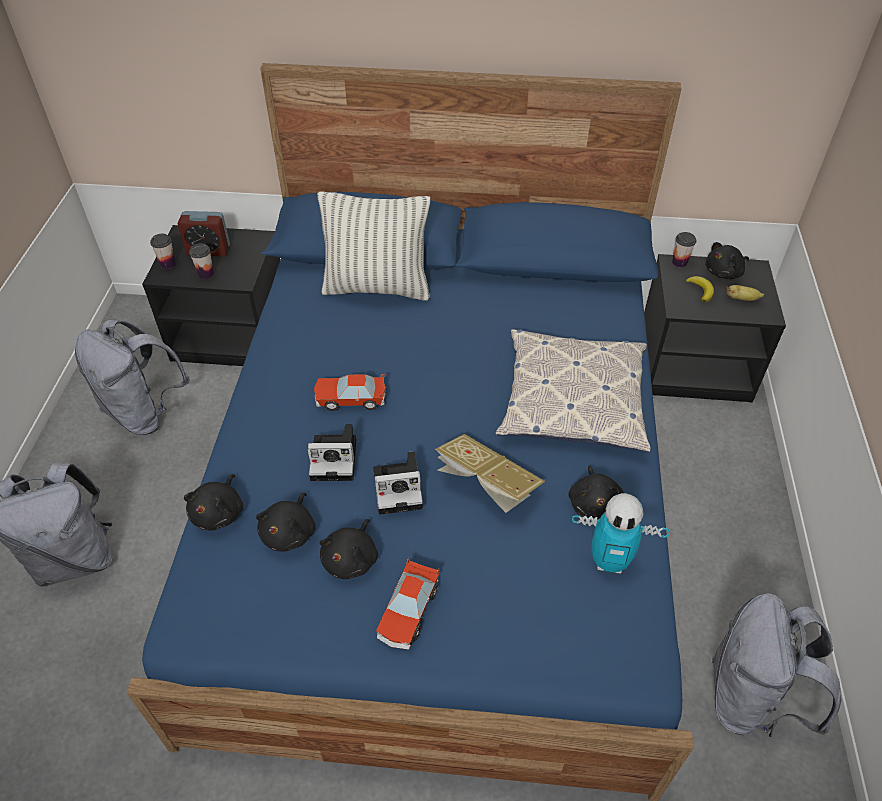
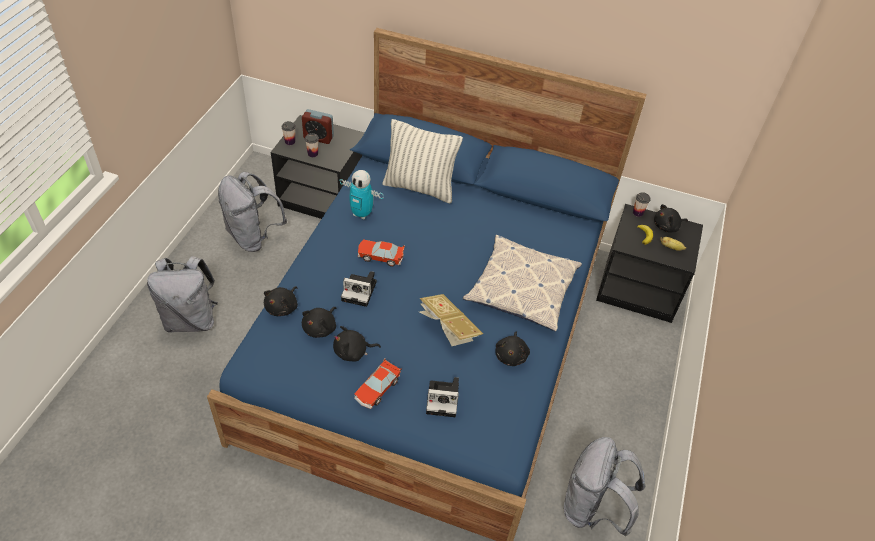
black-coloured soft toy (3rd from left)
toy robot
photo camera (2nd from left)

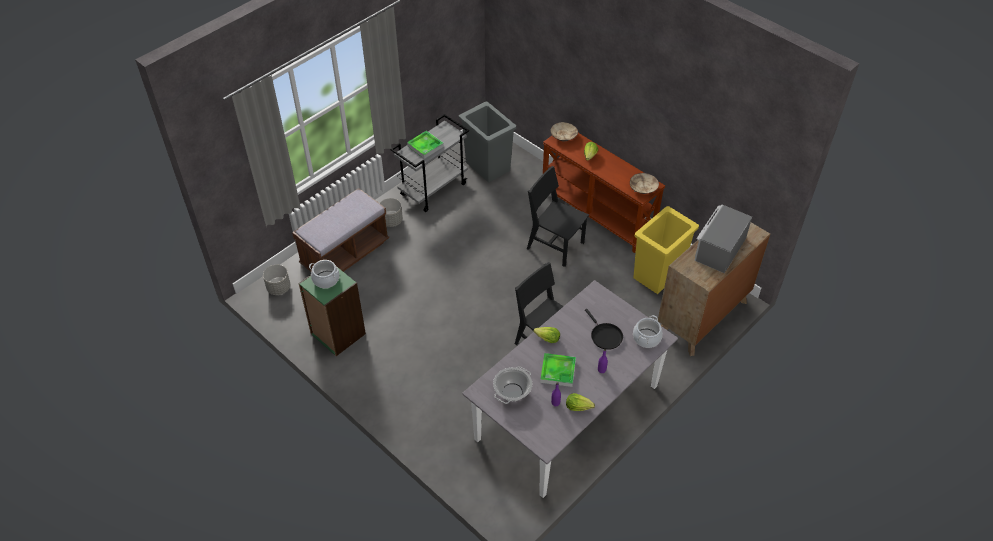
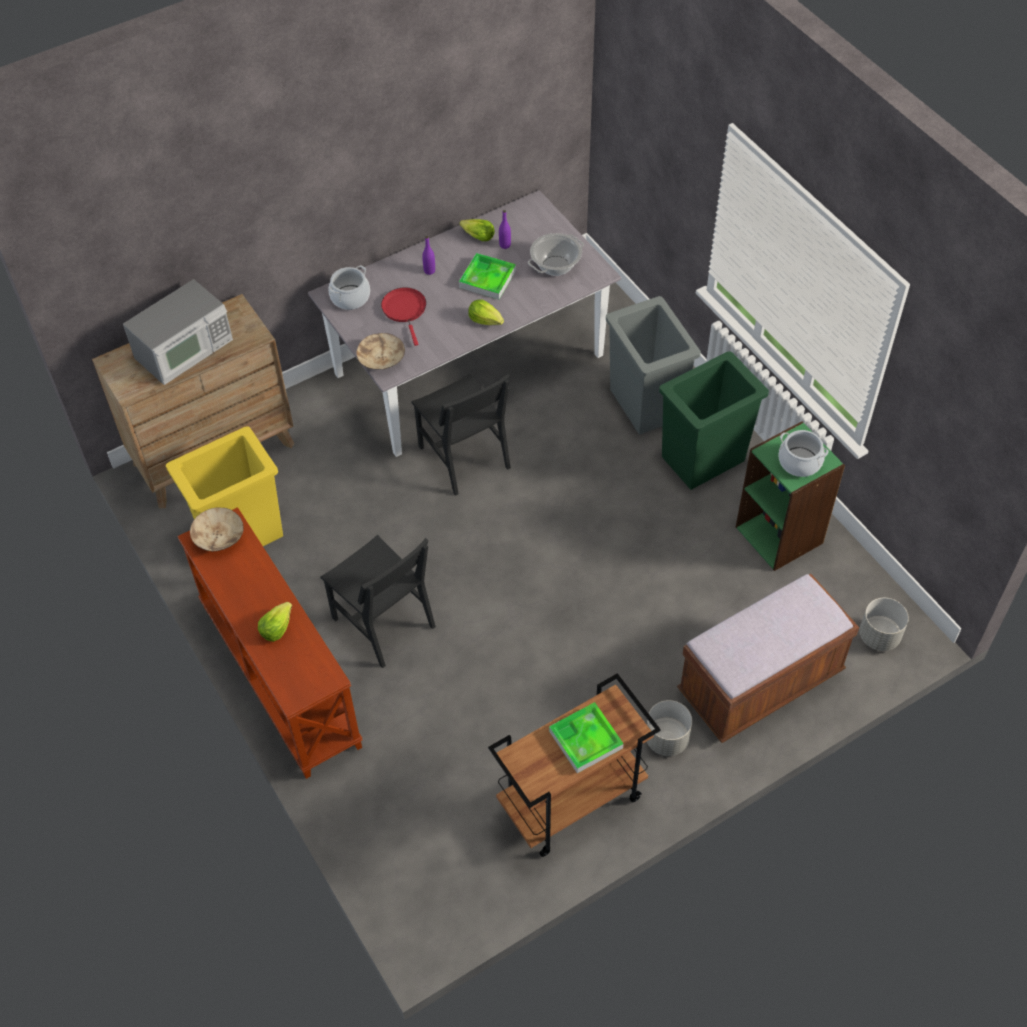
sand-coloured serving bowl (2nd from left)
red pan
brown wheeled cart
grey rubbish bin
green-coloured rubbish bin

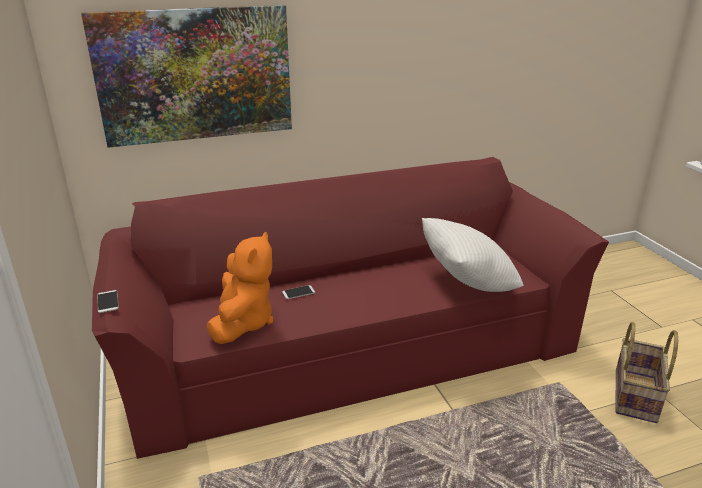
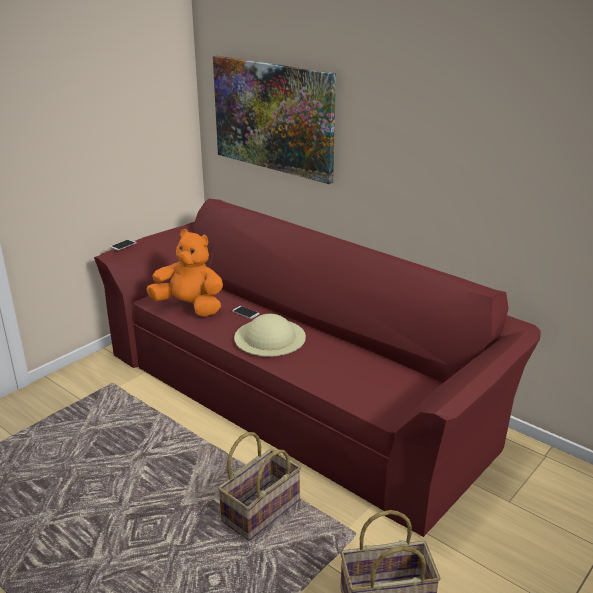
orange-coloured soft toy
basket (1st from left)
sand-coloured clothing hat
whitish cushion

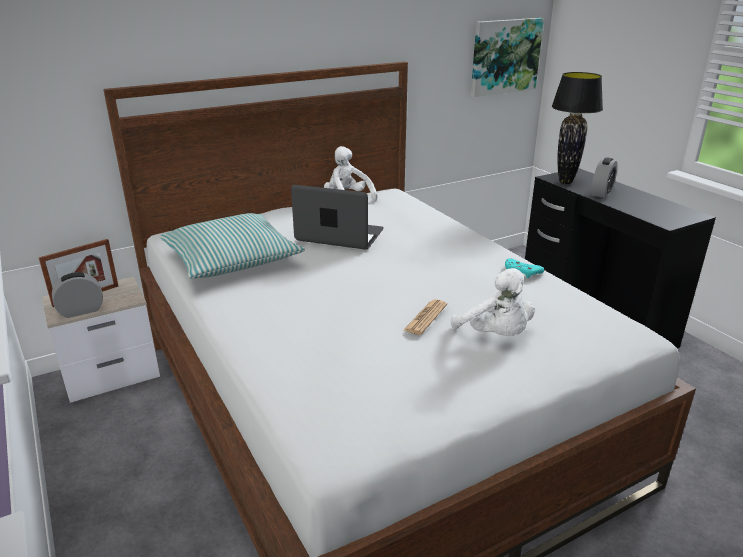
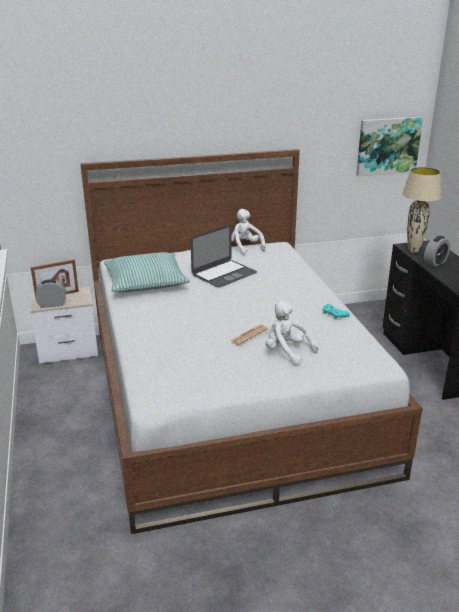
notebook computer
whitish soft toy (2nd from left)
sand-coloured lamp for a table

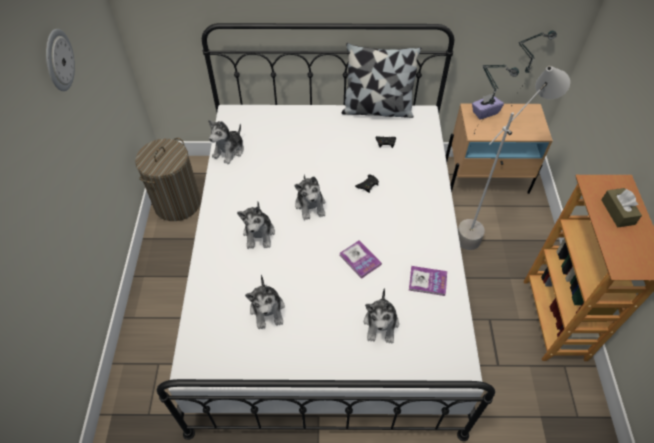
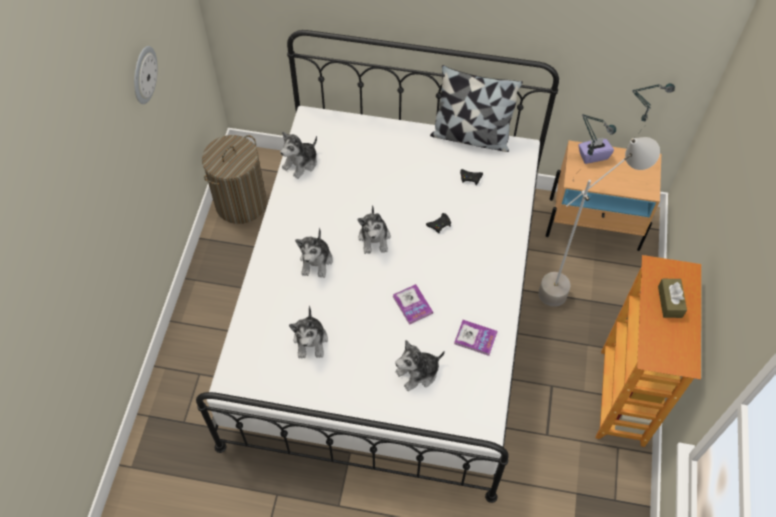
soft toy (5th from left)

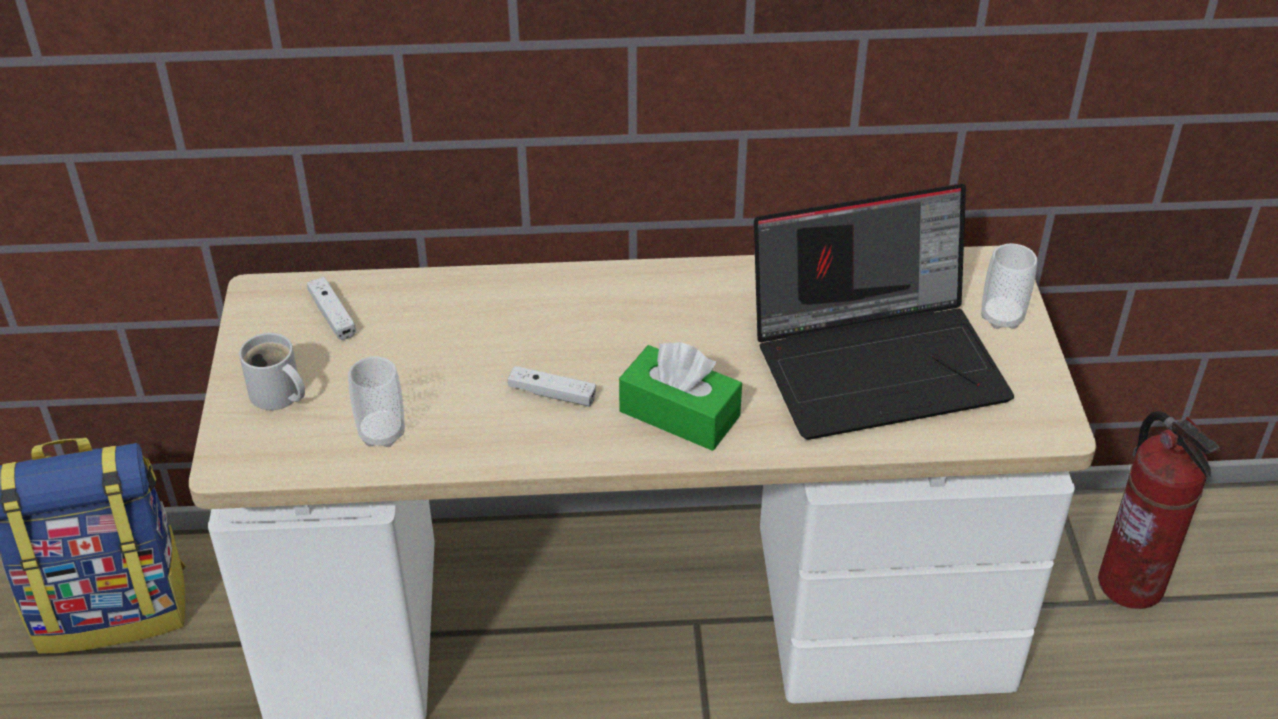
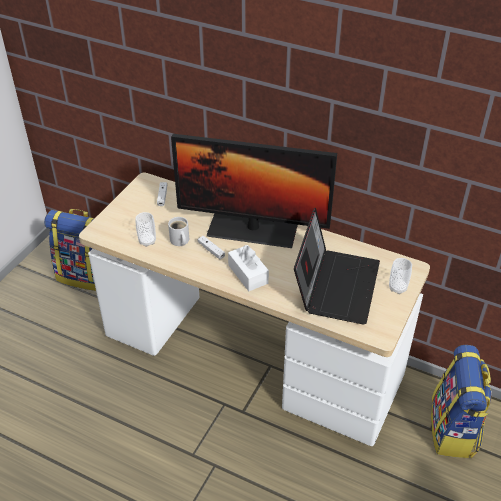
whitish mug
computer screen
whitish tissue holder
notebook computer
knapsack (2nd from left)

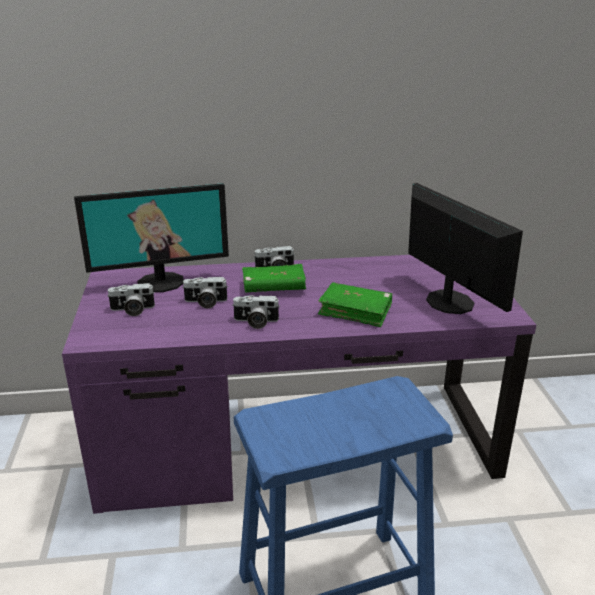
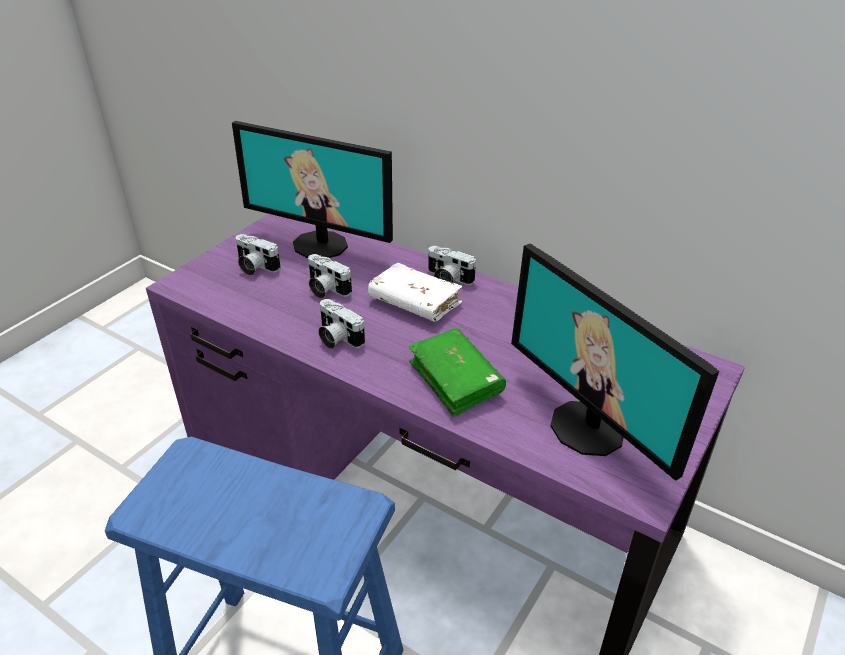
whitish volume
computer screen (2nd from left)

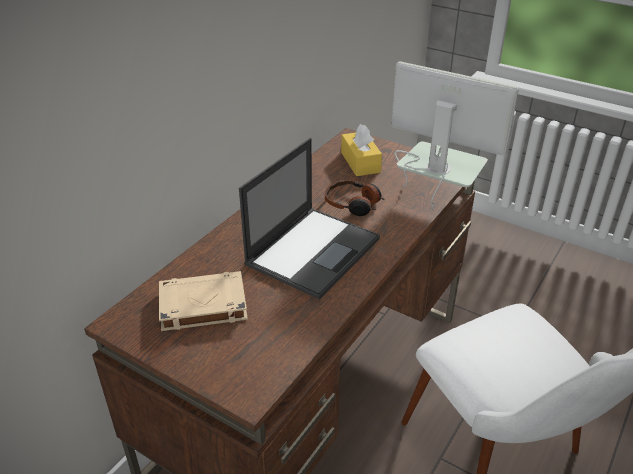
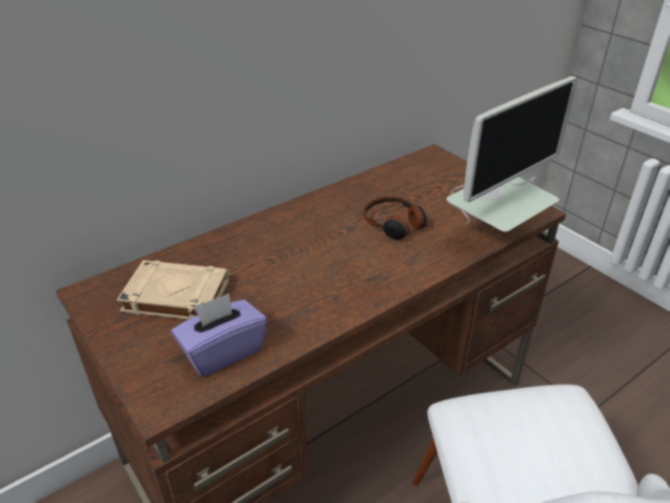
purple-coloured tissue holder
computer screen
notebook computer
yellow-coloured tissue holder

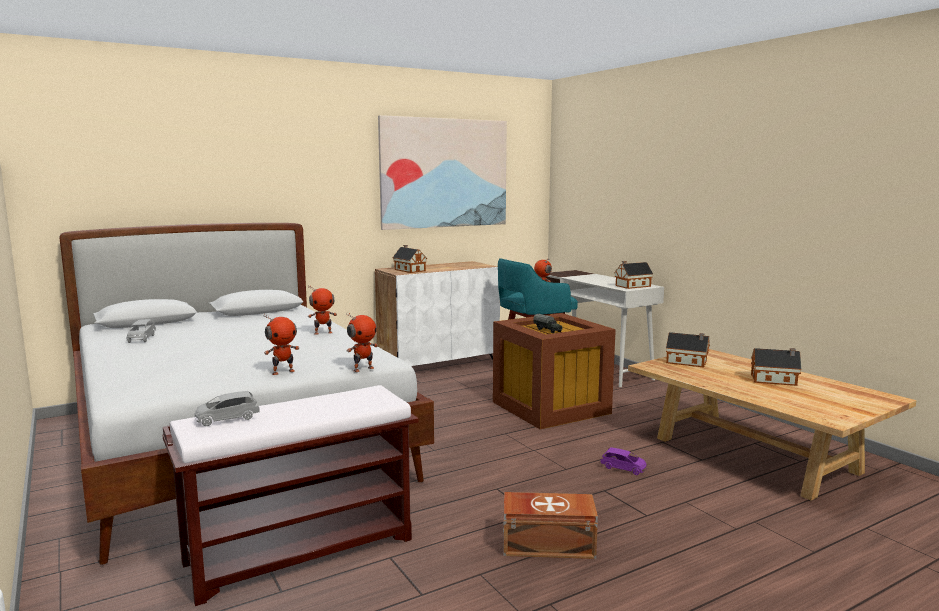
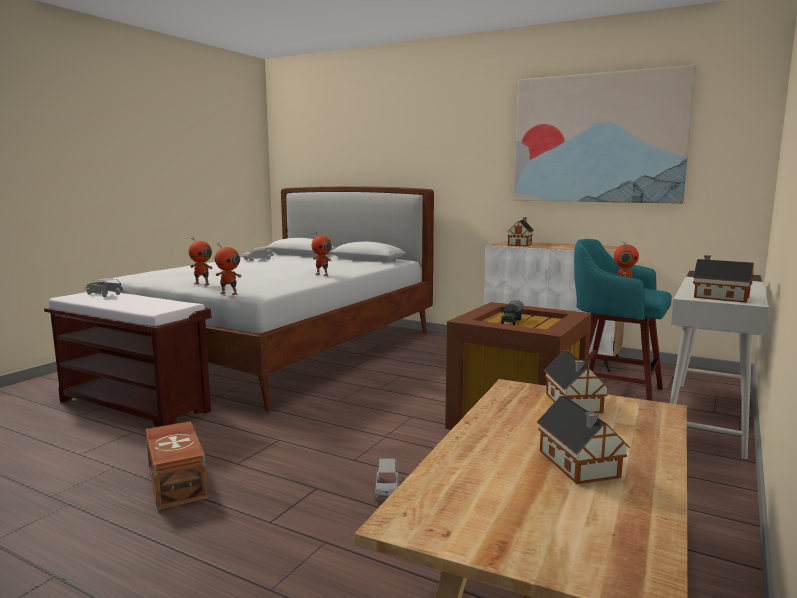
grey model car (3rd from left)

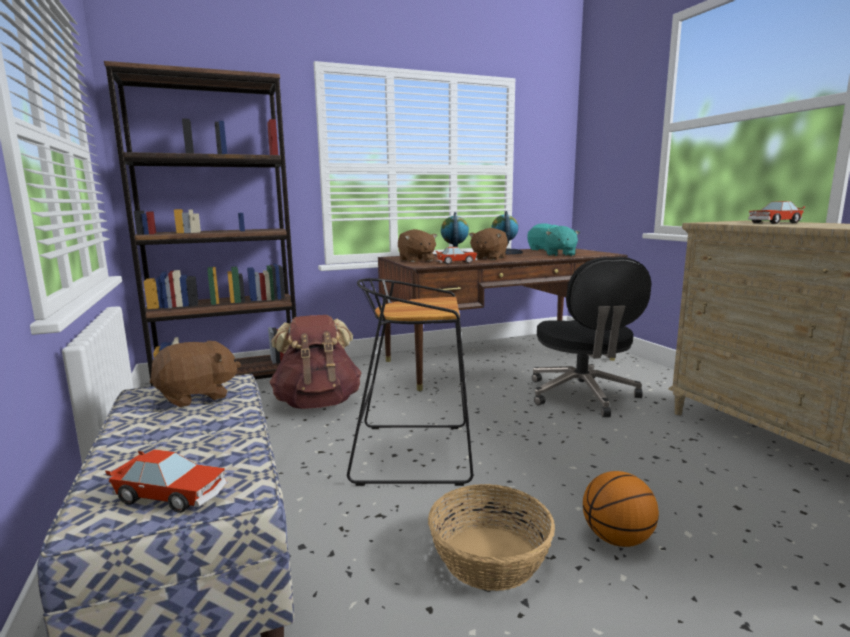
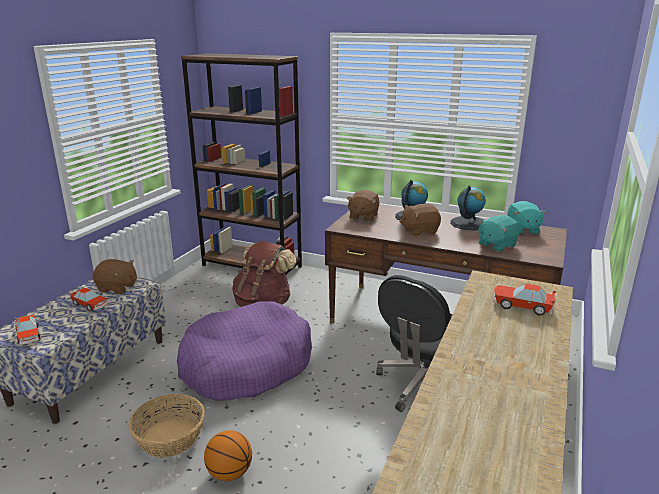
model car (2nd from left)
purple-coloured dog cushion

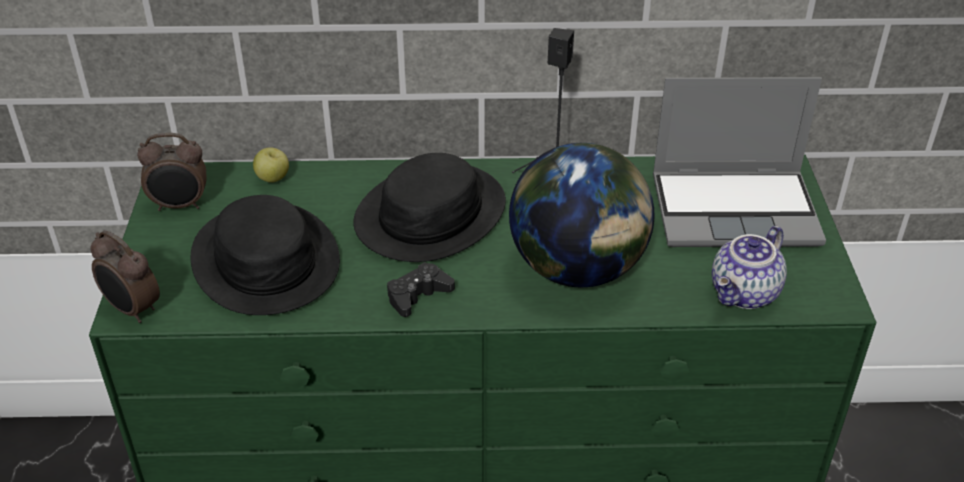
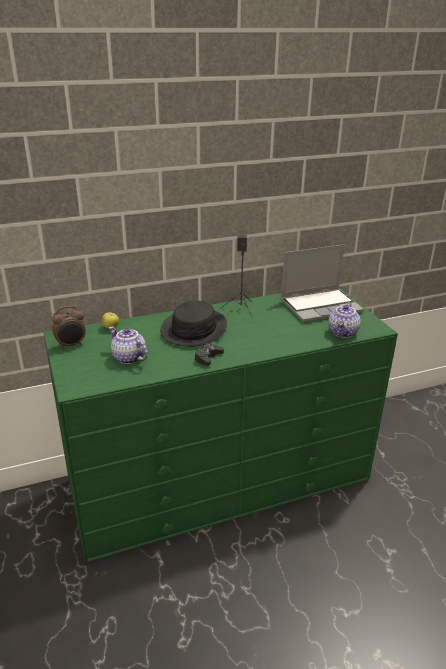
tea pot (1st from left)
table clock (1st from left in the first image)
desk globe

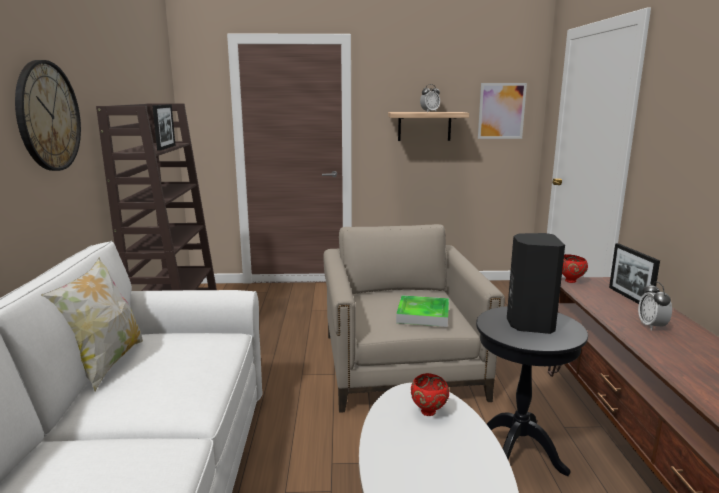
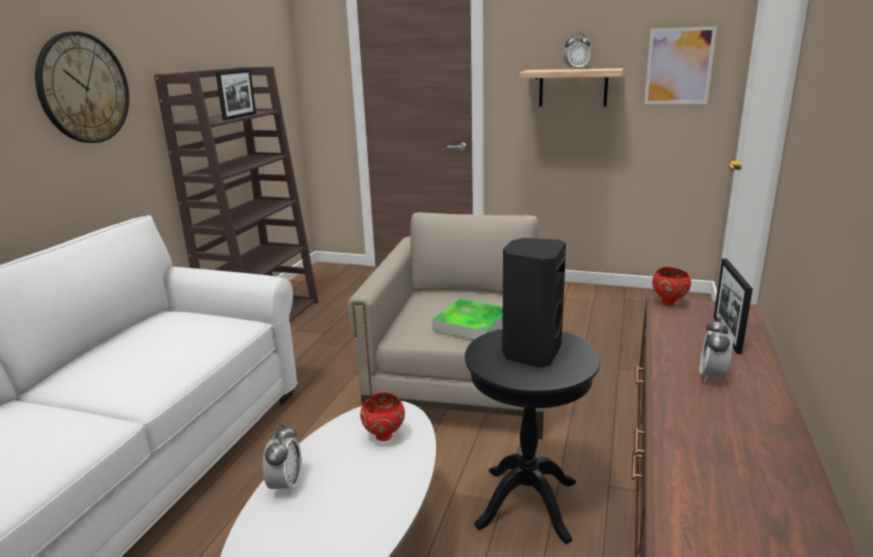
table clock (1st from left)
cushion

